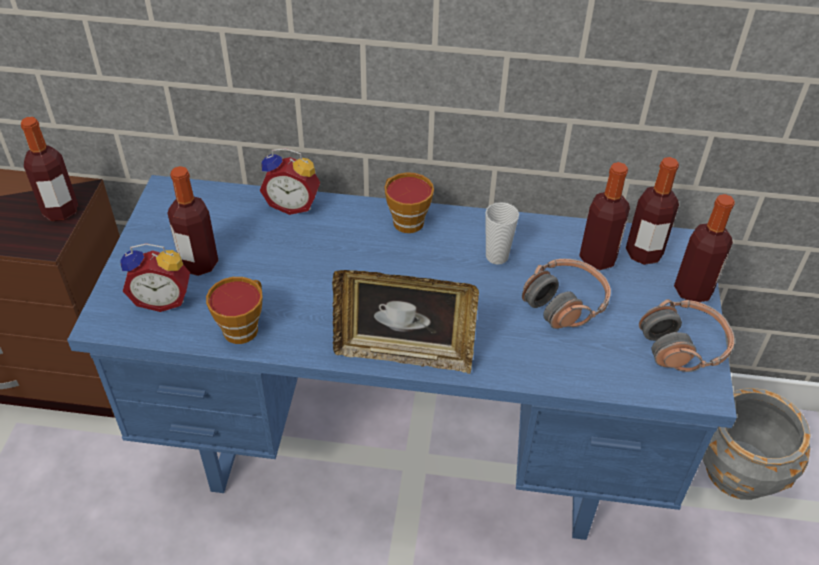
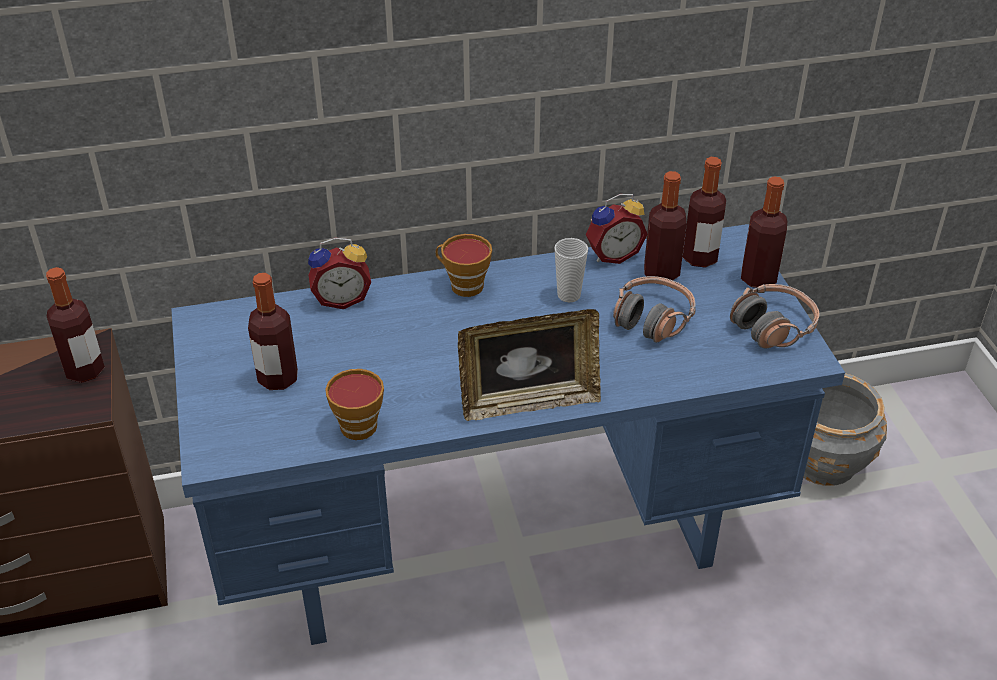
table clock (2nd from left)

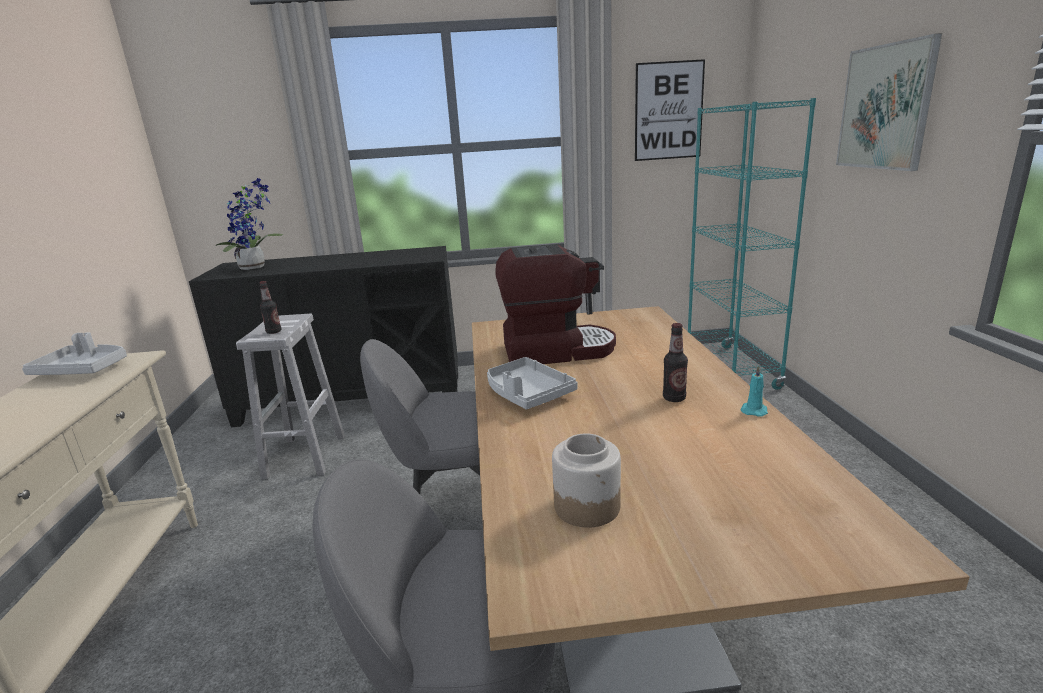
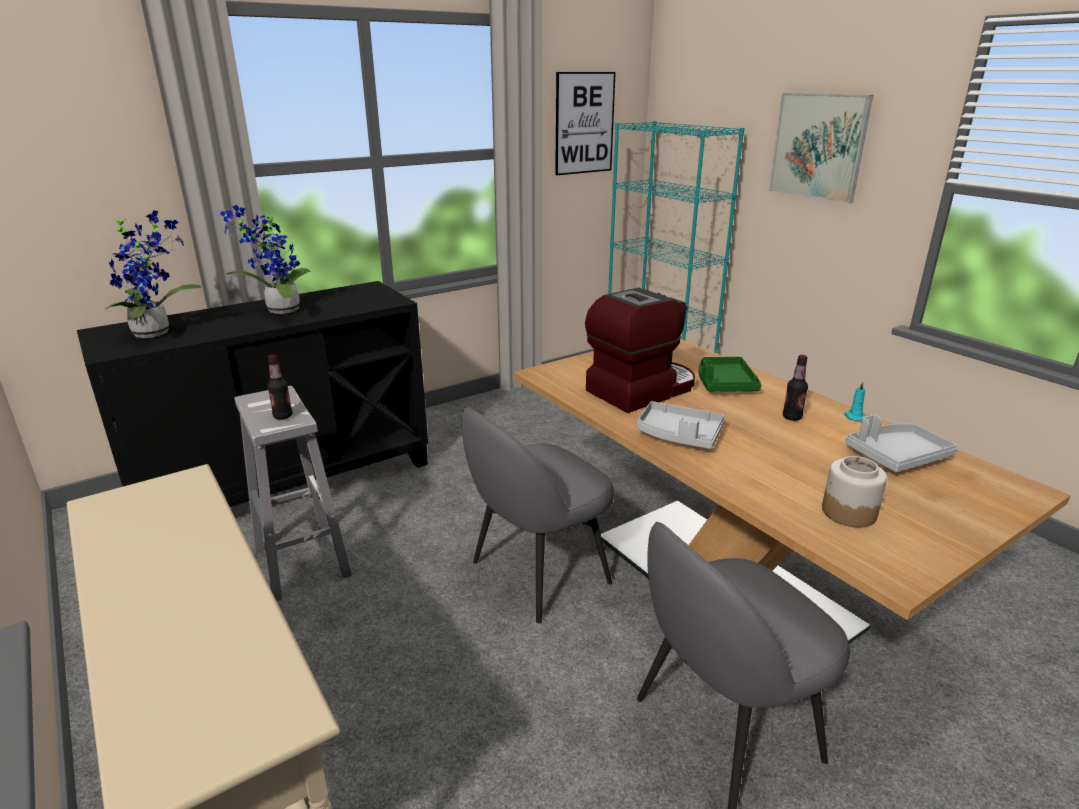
plant in a pot (2nd from left)
green-coloured serving tray
grey serving tray (2nd from left)

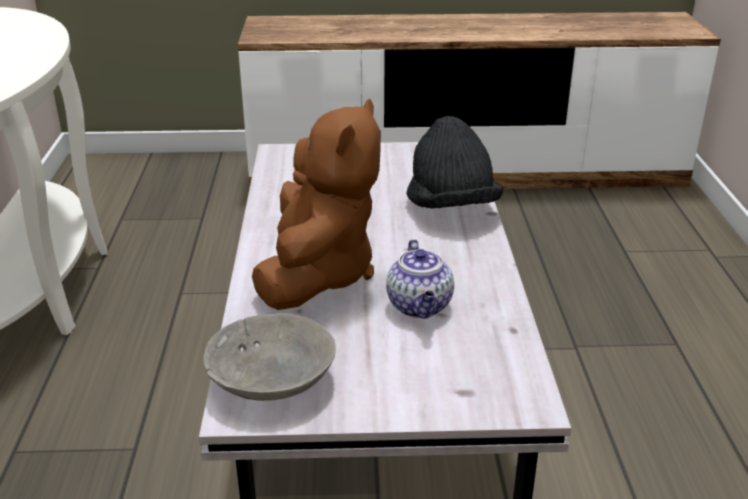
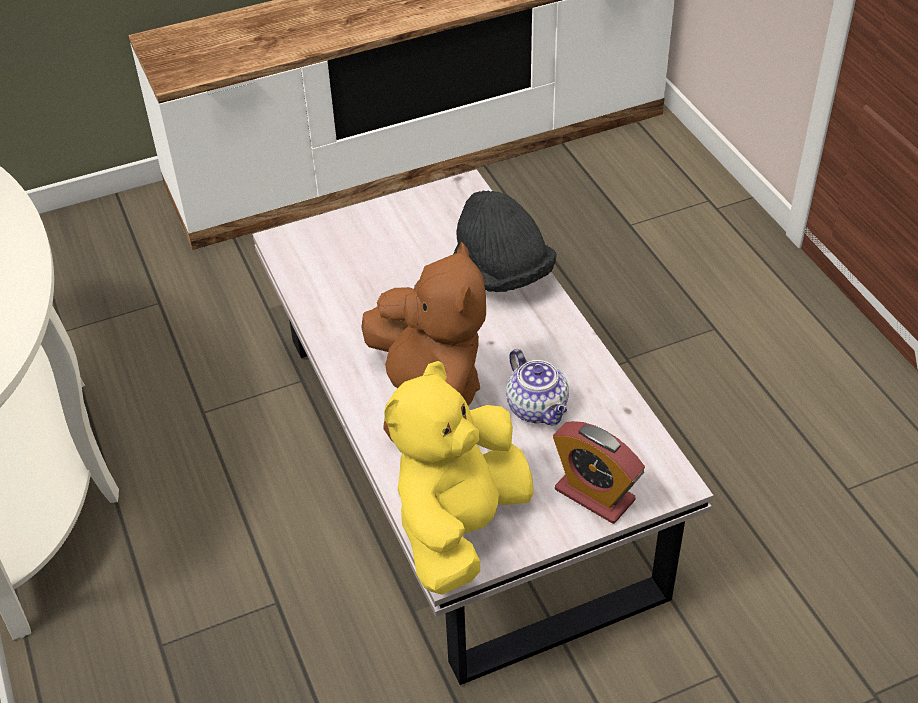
yellow-coloured soft toy
table clock

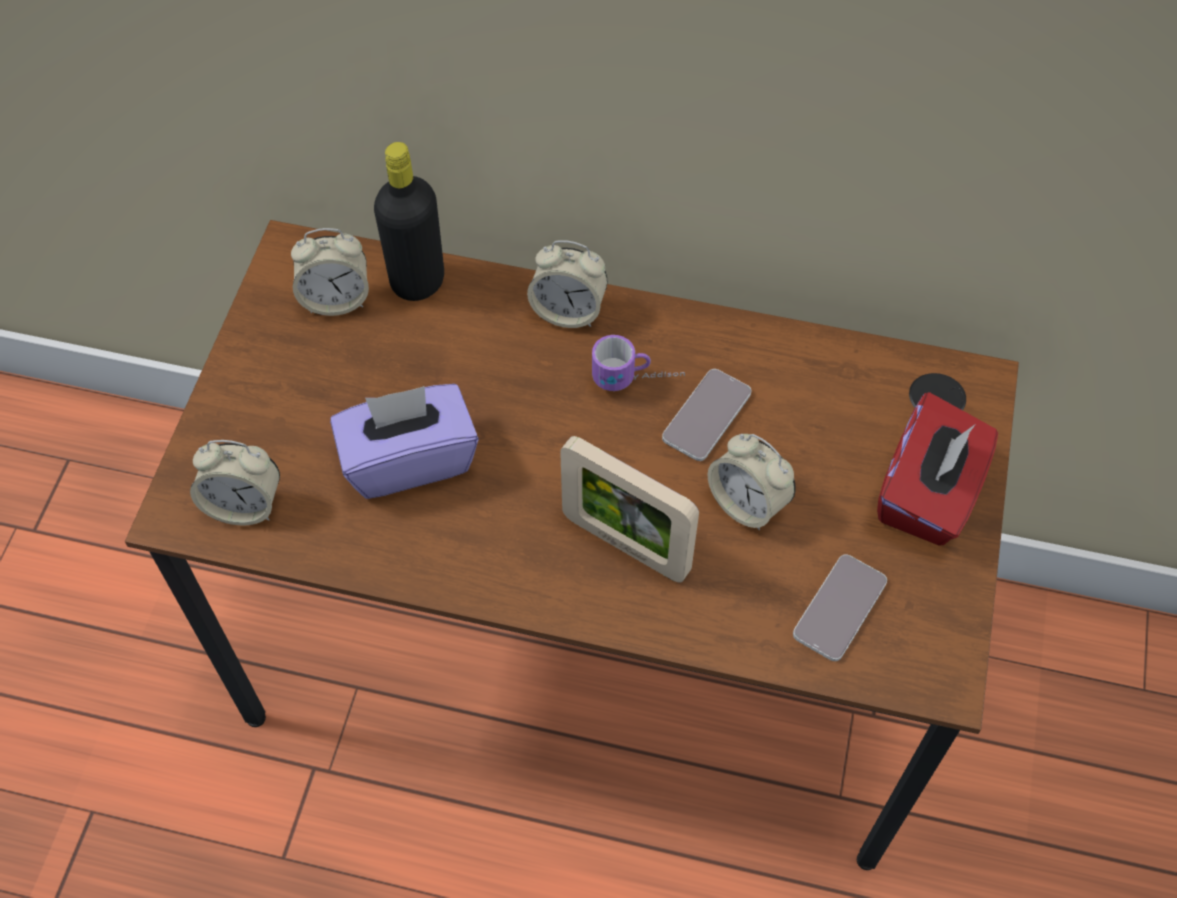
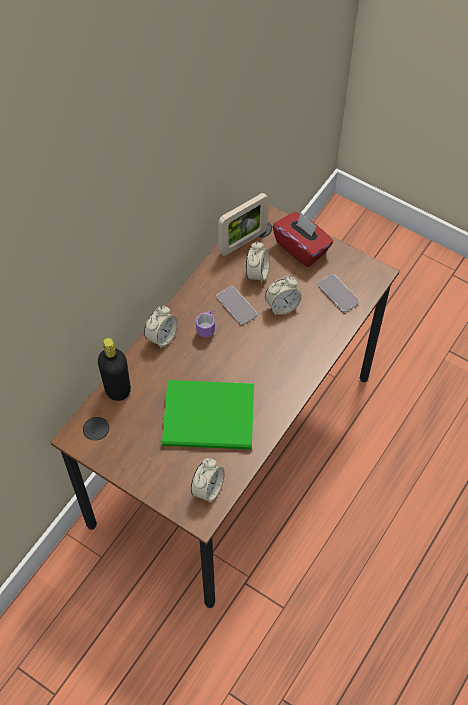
green-coloured volume
standing frame
table clock (3rd from left)

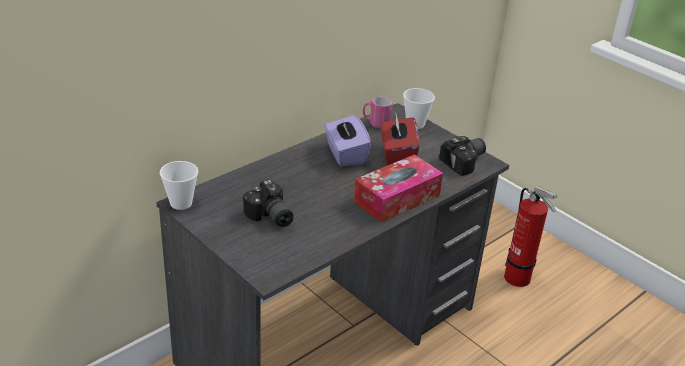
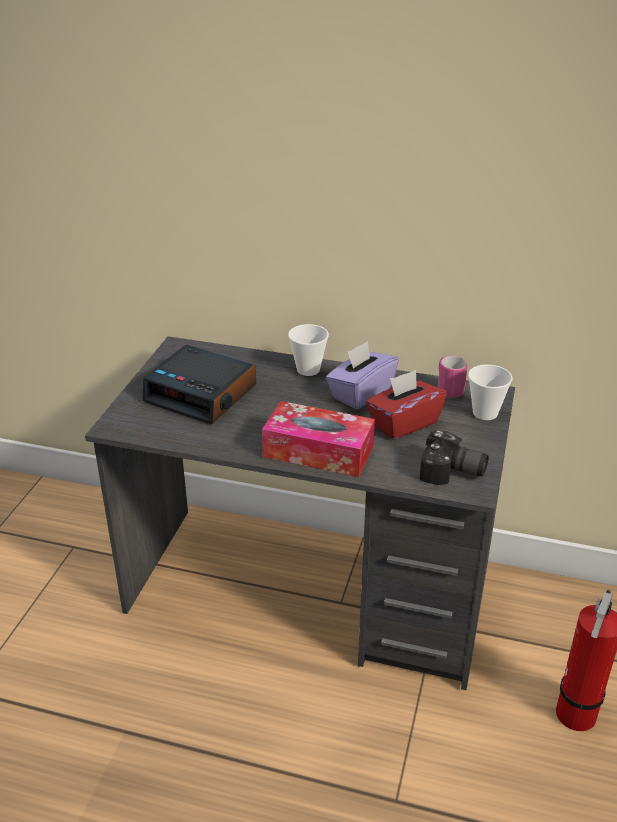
table clock
cup (1st from left)

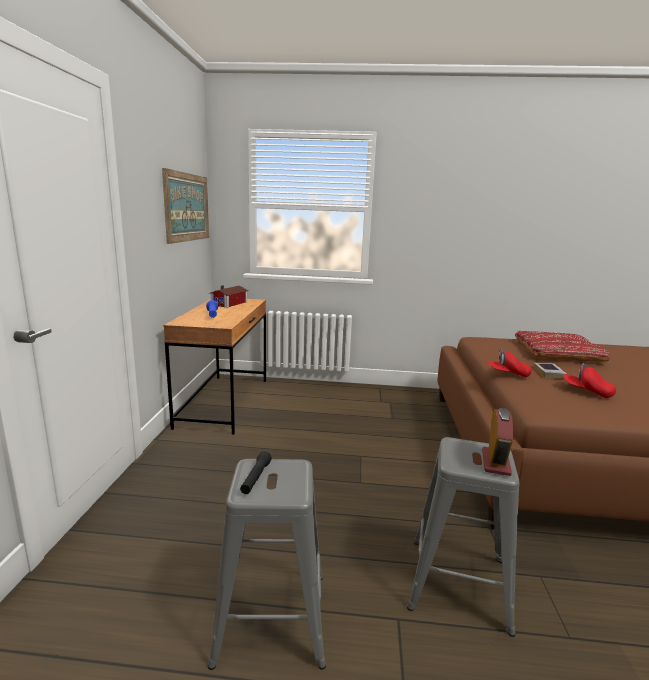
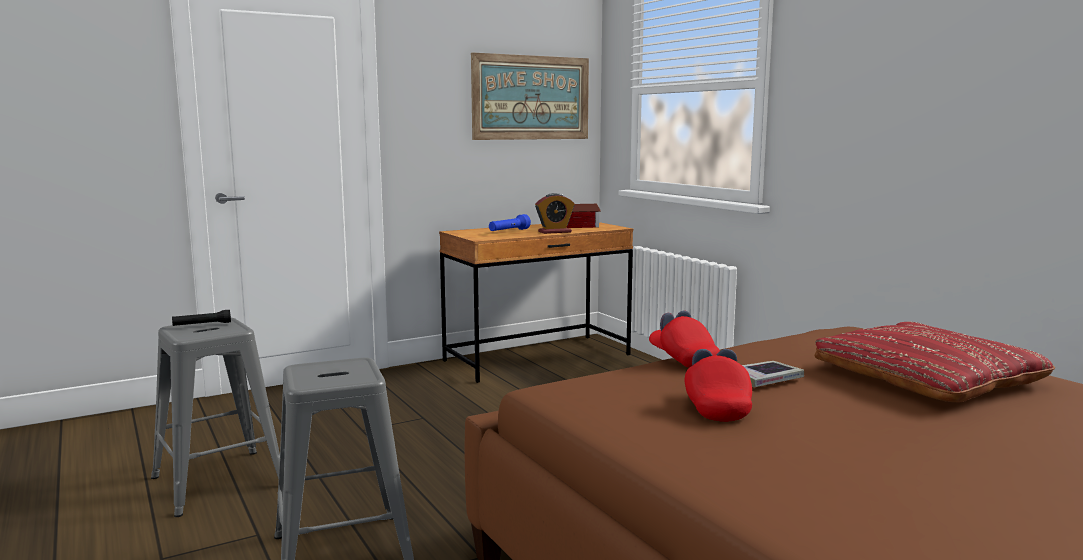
table clock

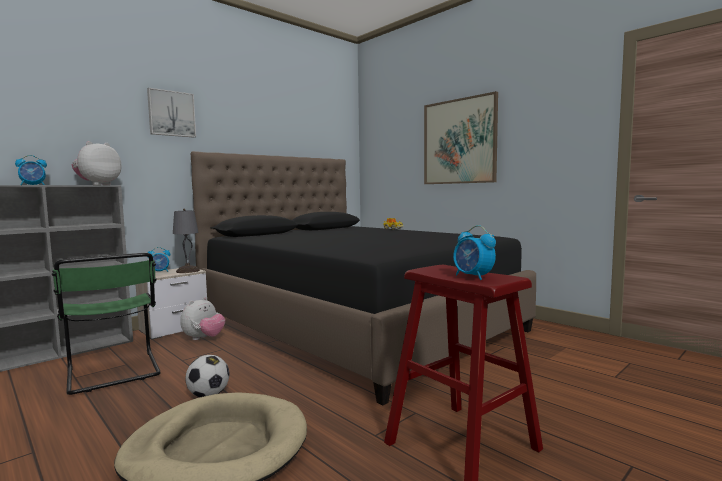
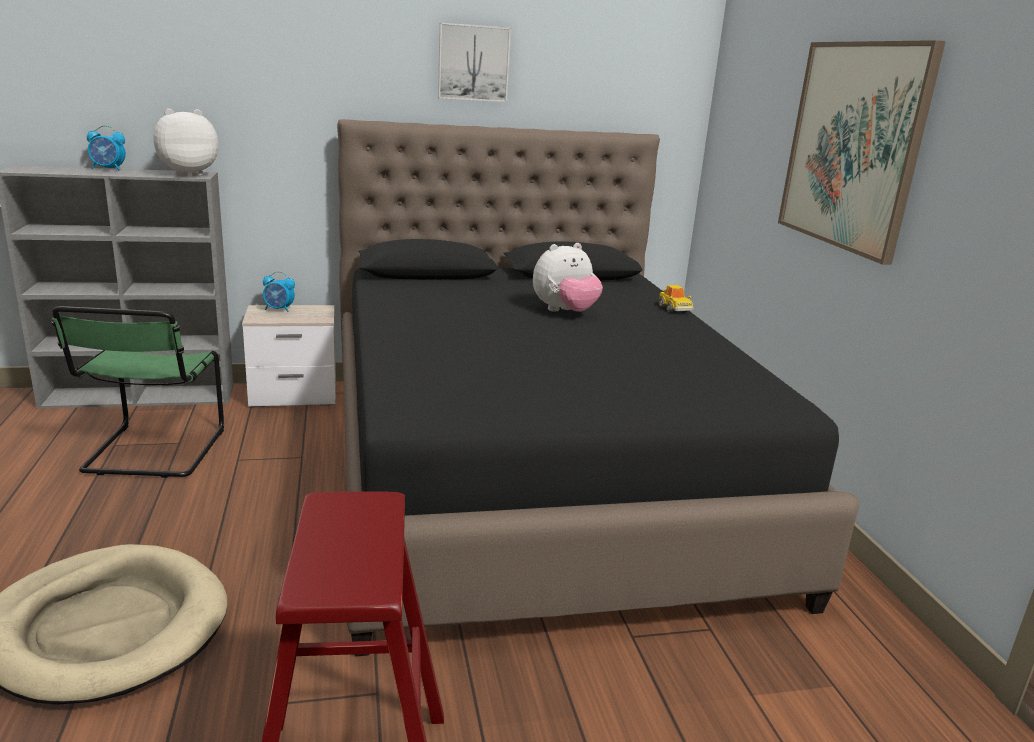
picture (1st from left)
soft toy (2nd from left)
grey lamp for a table
football ball
table clock (3rd from left in the first image)

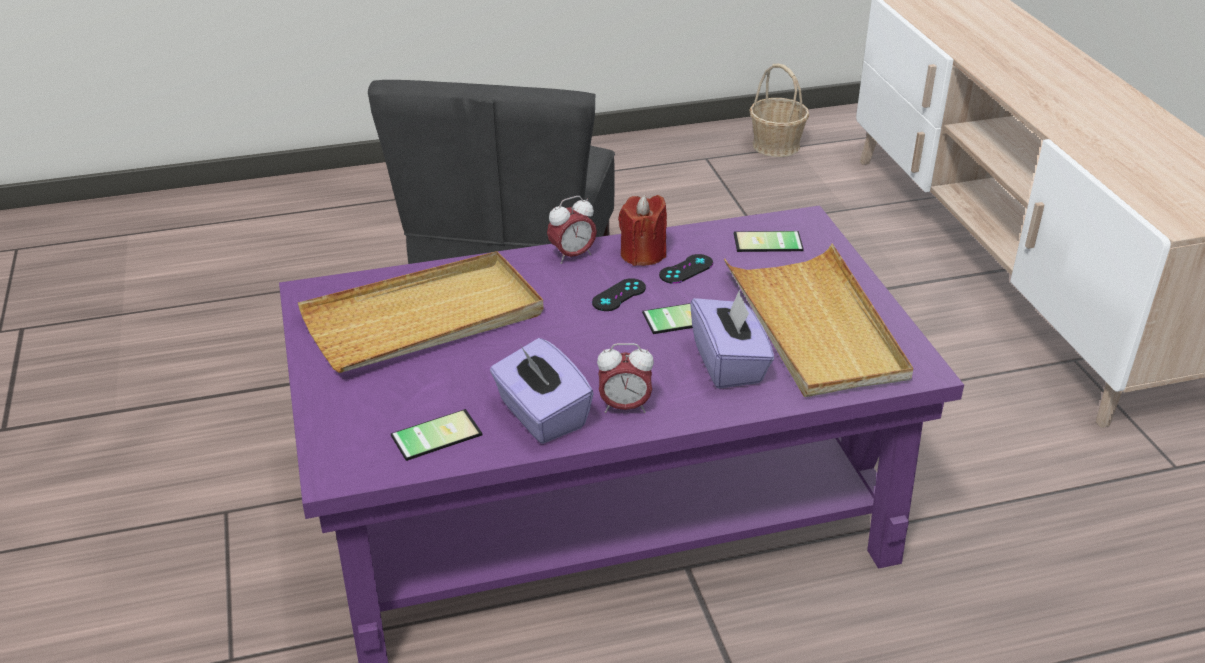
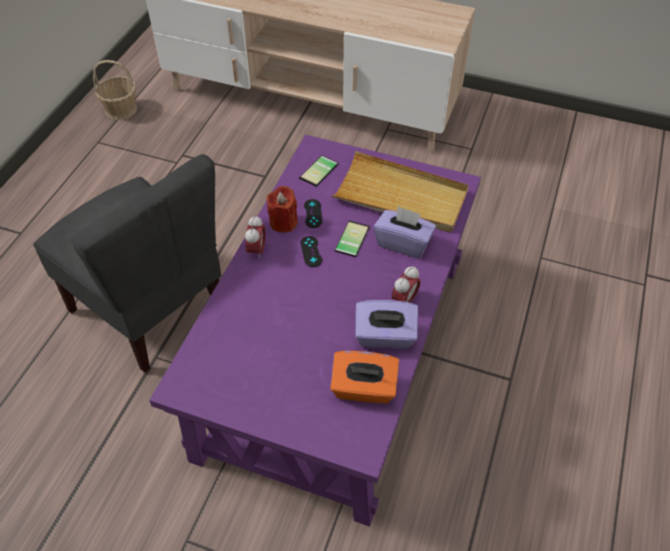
orange-coloured tissue holder
sand-coloured serving tray (1st from left in the first image)

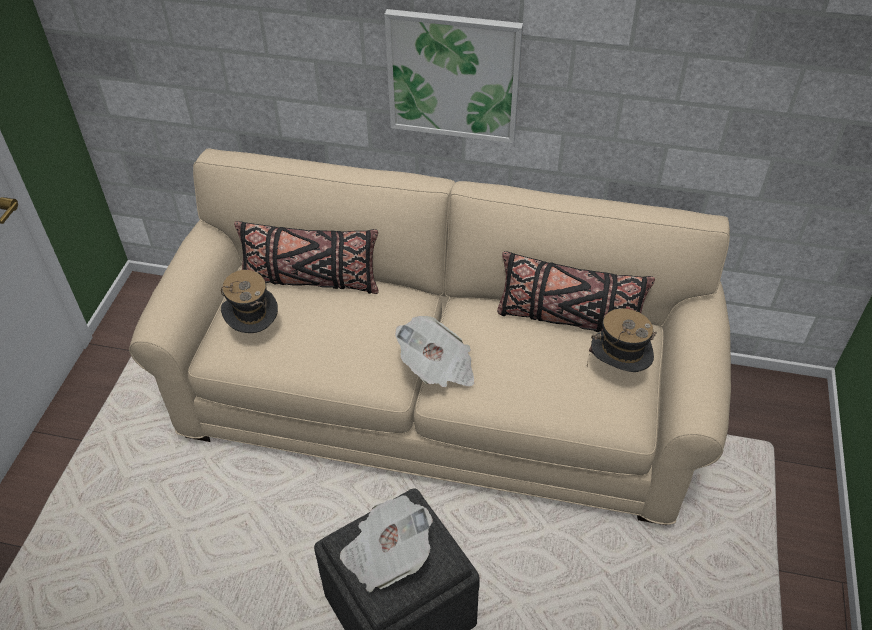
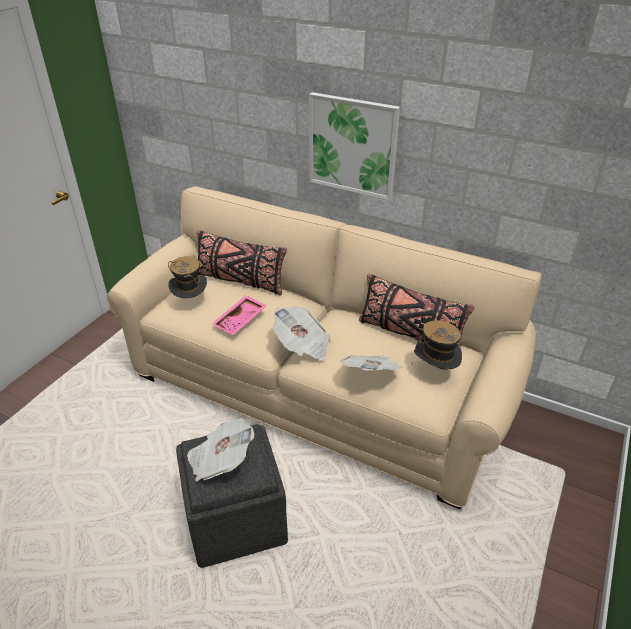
pink serving tray
printed paper (3rd from left)

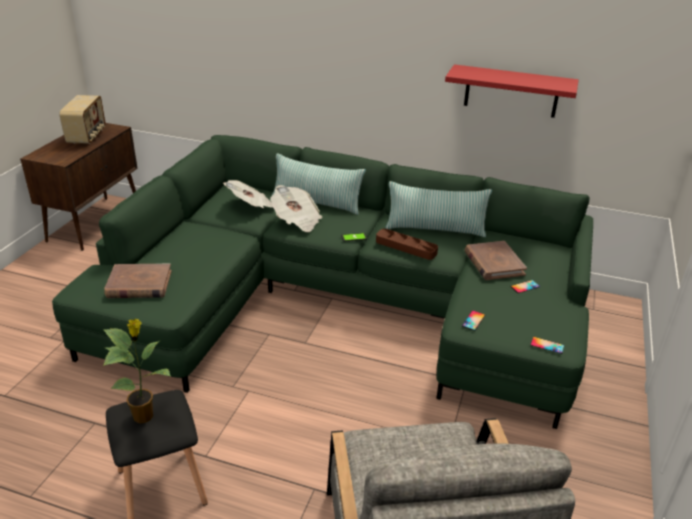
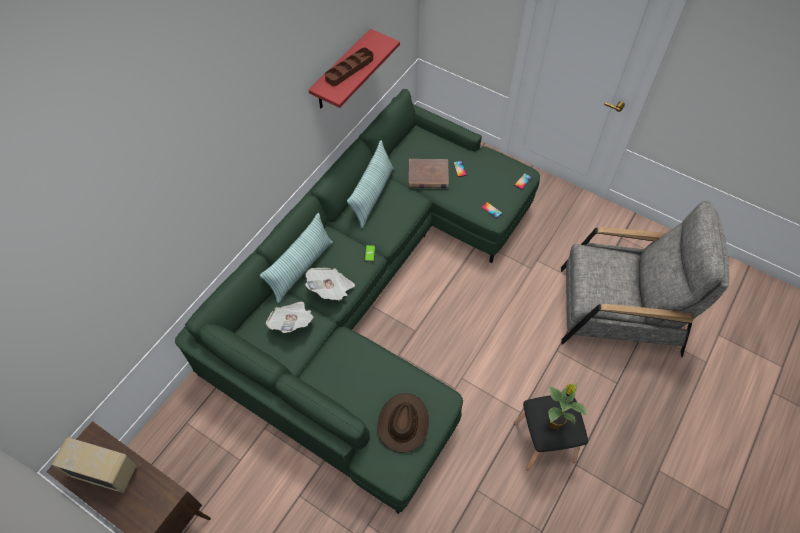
brown serving tray
brown clothing hat

